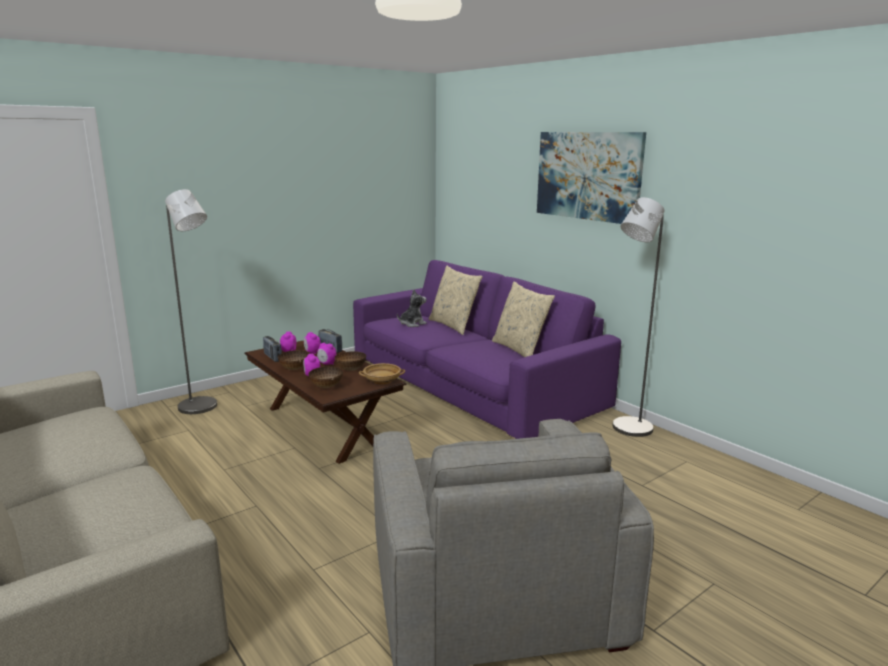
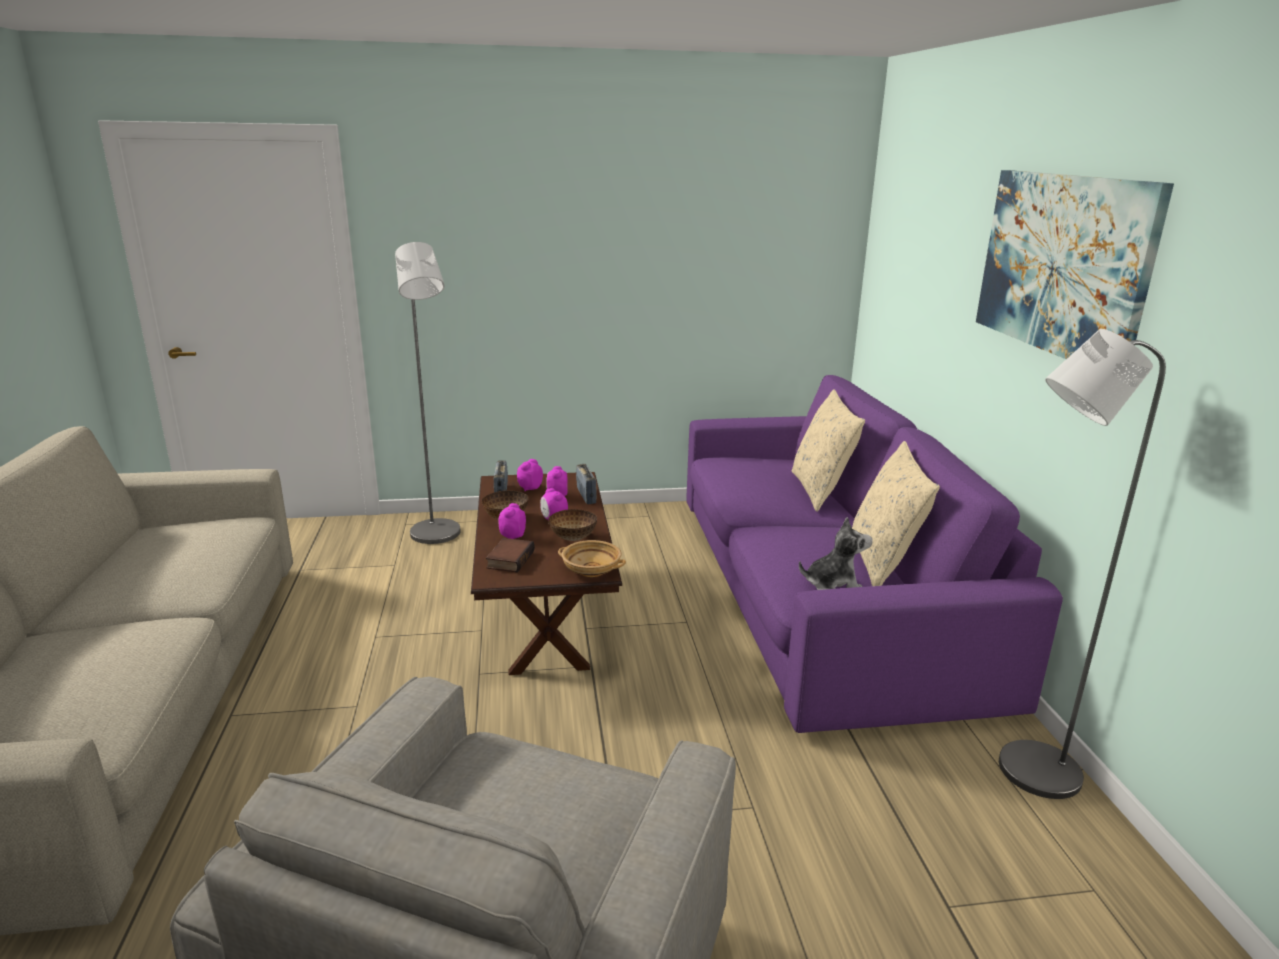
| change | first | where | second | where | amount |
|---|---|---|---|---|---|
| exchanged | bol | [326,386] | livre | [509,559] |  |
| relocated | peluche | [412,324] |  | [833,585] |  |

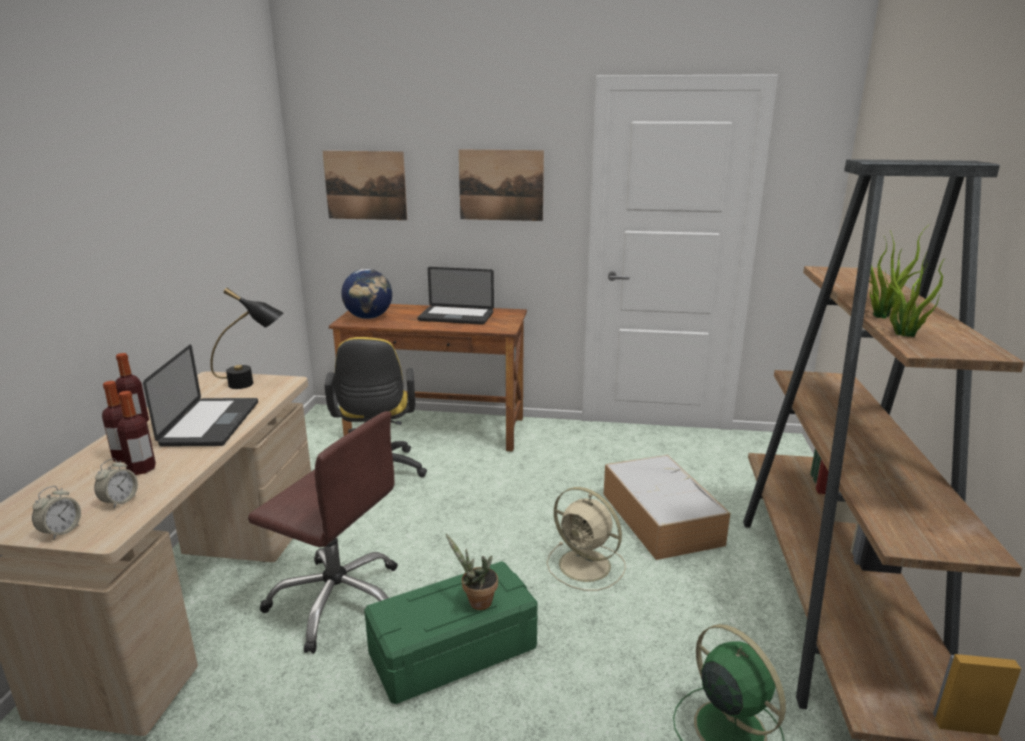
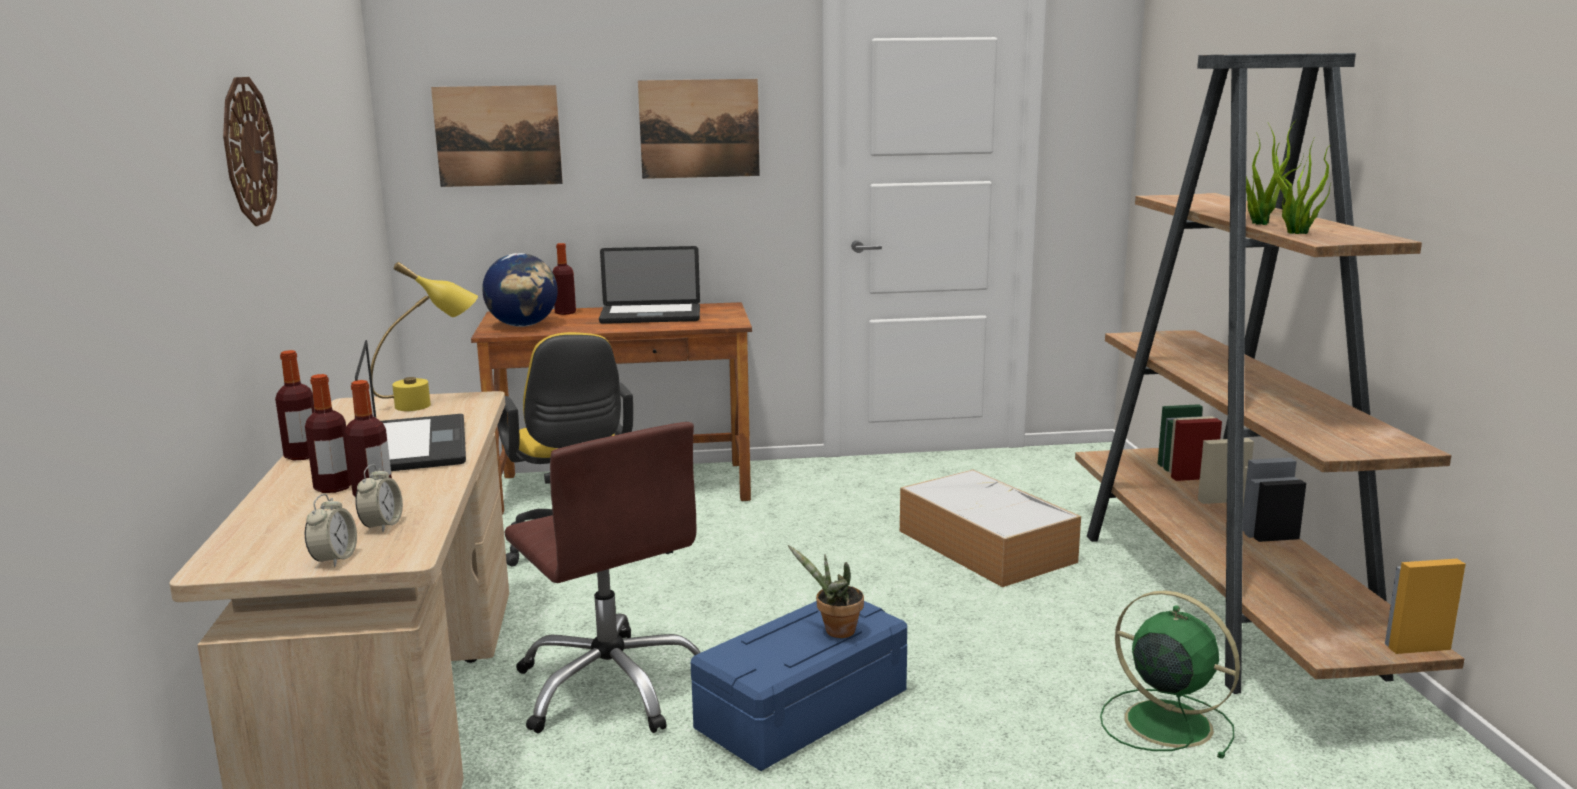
| change | first | where | second | where | amount |
|---|---|---|---|---|---|
| appeared |  |  | horloge murale | [248,151] |  |
| colour | lampe de table (noir) | [253,383] | lampe de table (jaune) | [430,404] |  |
| spun | chaise de bureau (marron) | [338,600] |  | [611,686] | 45 degrees clockwise |
| appeared |  |  | bouteille | [565,312] |  |
| colour | boîte de rangement (vert) | [453,650] | boîte de rangement (bleu) | [802,709] |  |
| missing | ventilateur (beige) | [586,566] |  |  |  |

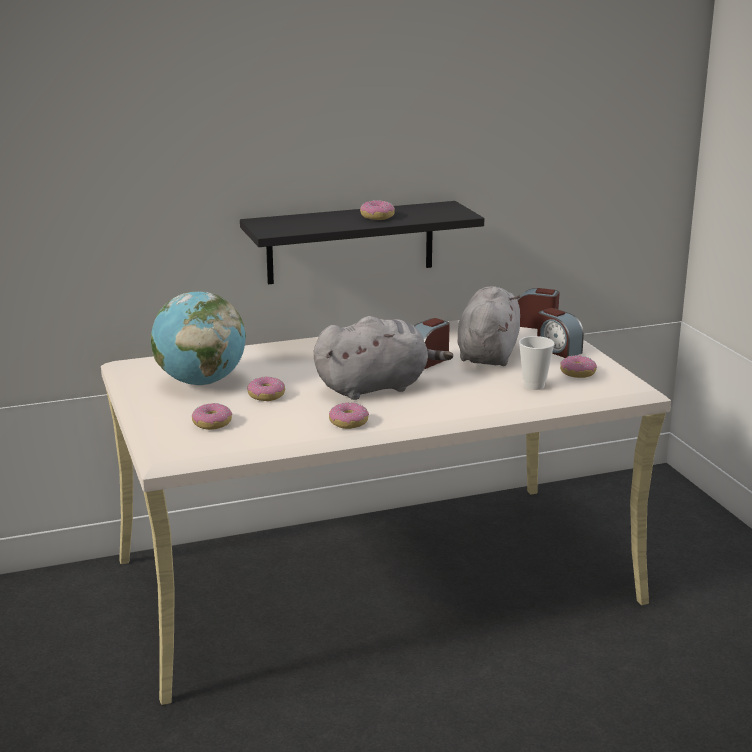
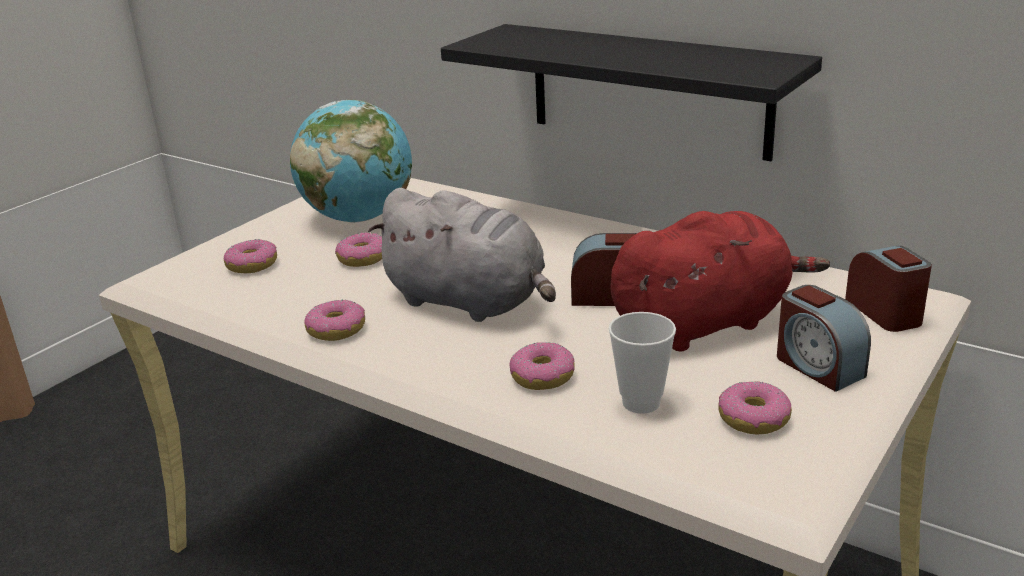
| change | first | where | second | where | amount |
|---|---|---|---|---|---|
| relocated | beignet | [377,217] |  | [542,376] |  |
| colour | peluche (gris) | [488,353] | peluche (rouge) | [705,323] |  |
| spun | réveil | [557,350] |  | [817,366] | 45 degrees counterclockwise |

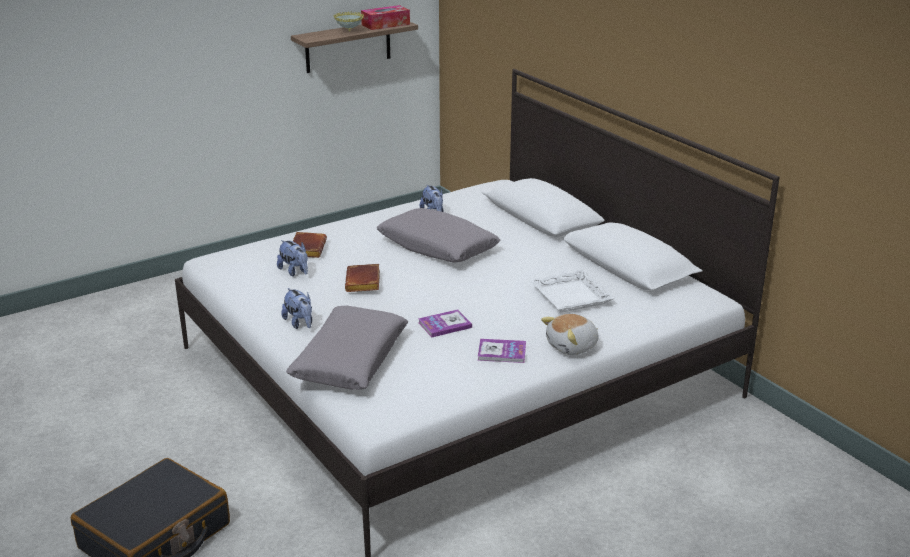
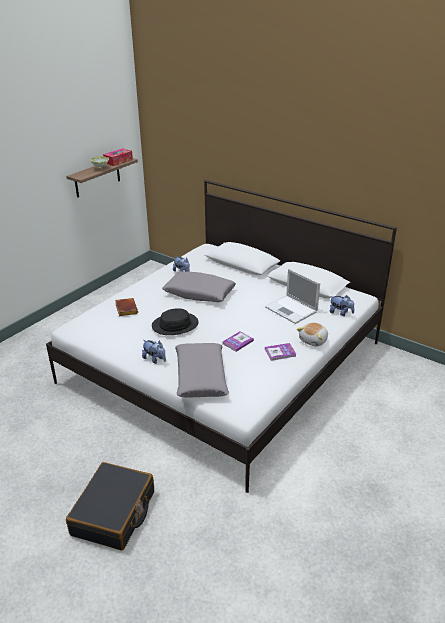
| change | first | where | second | where | amount |
|---|---|---|---|---|---|
| exchanged | livre (marron) | [364,283] | chapeau (noir) | [175,325] |  |
| exchanged | plateau (blanc) | [571,296] | ordinateur portable | [292,310] |  |
| relocated | peluche | [295,272] |  | [340,313] |  |

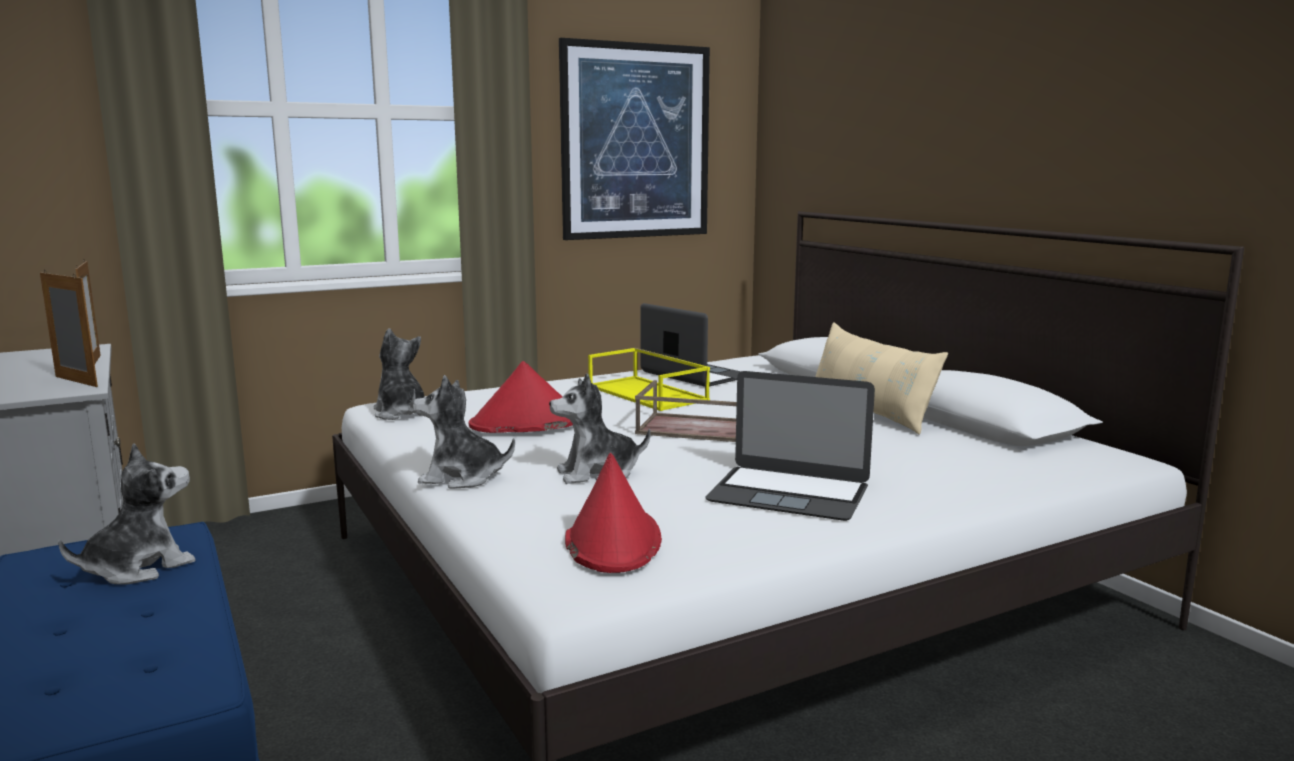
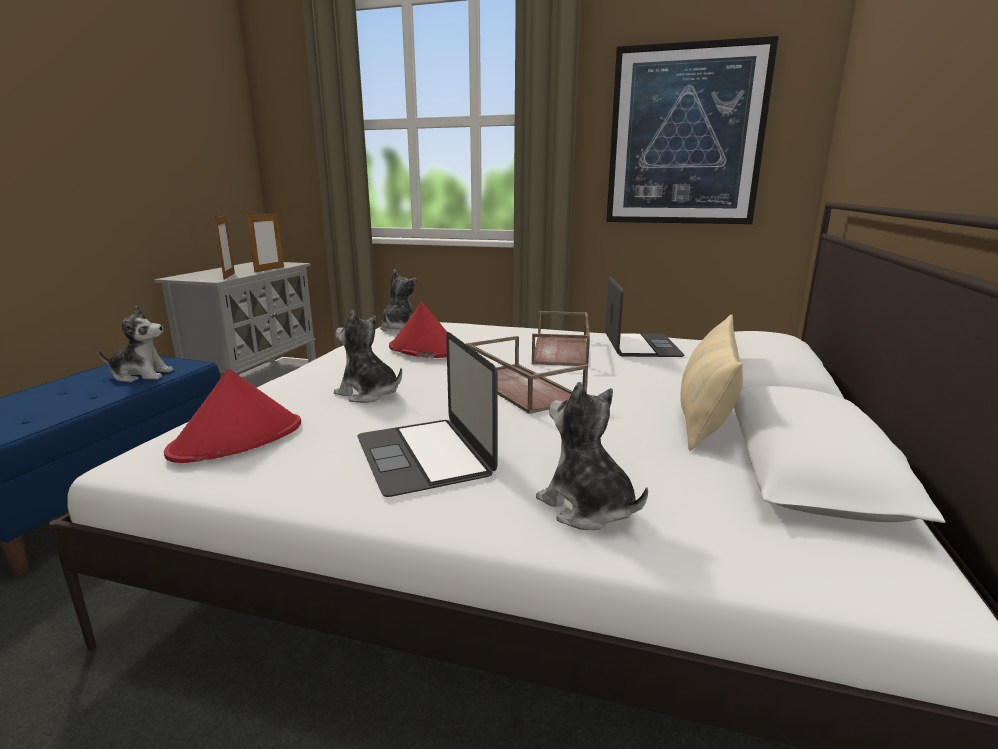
| change | first | where | second | where | amount |
|---|---|---|---|---|---|
| colour | plateau (jaune) | [649,393] | plateau (marron) | [562,350] |  |
| relocated | peluche | [461,478] |  | [587,508] |  |

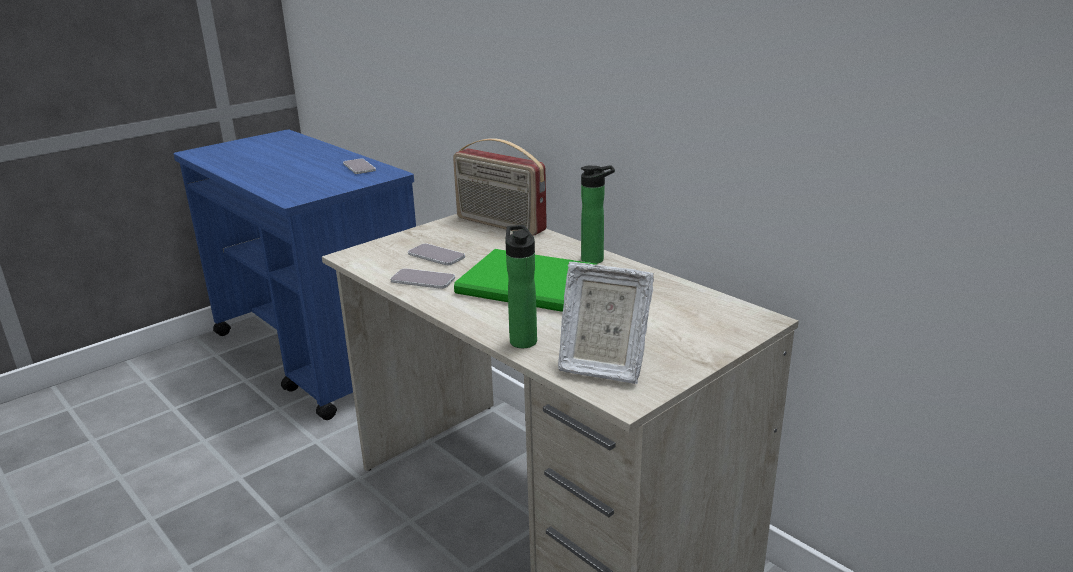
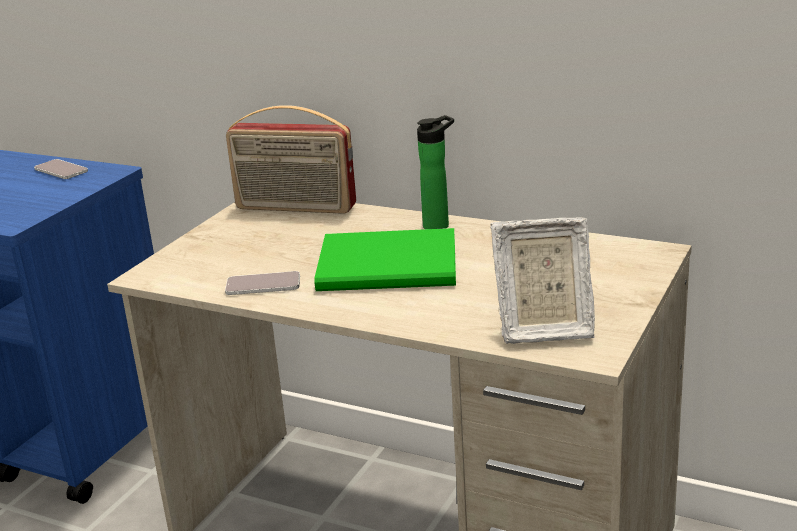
| change | first | where | second | where | amount |
|---|---|---|---|---|---|
| missing | téléphone | [436,256] |  |  |  |
| missing | bouteille | [522,339] |  |  |  |

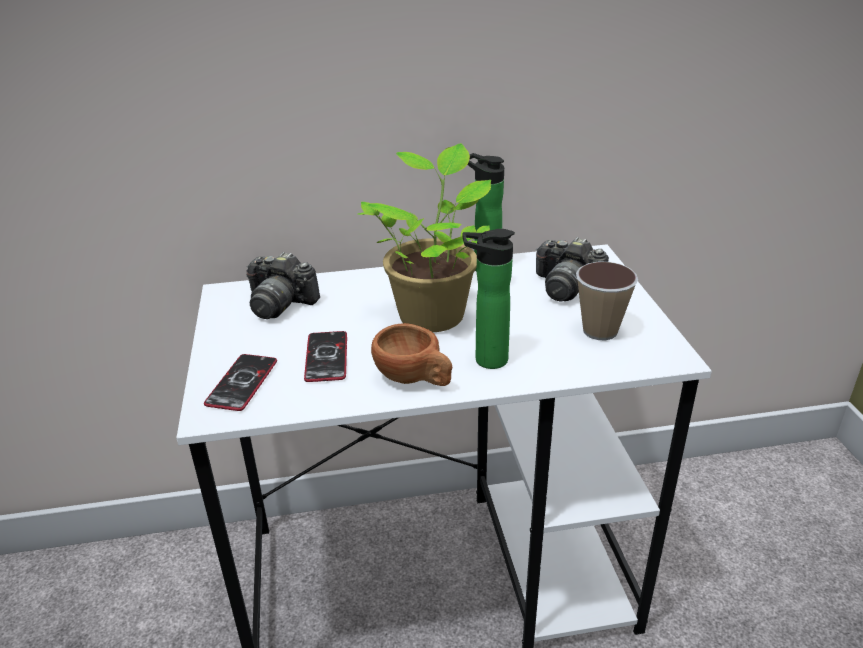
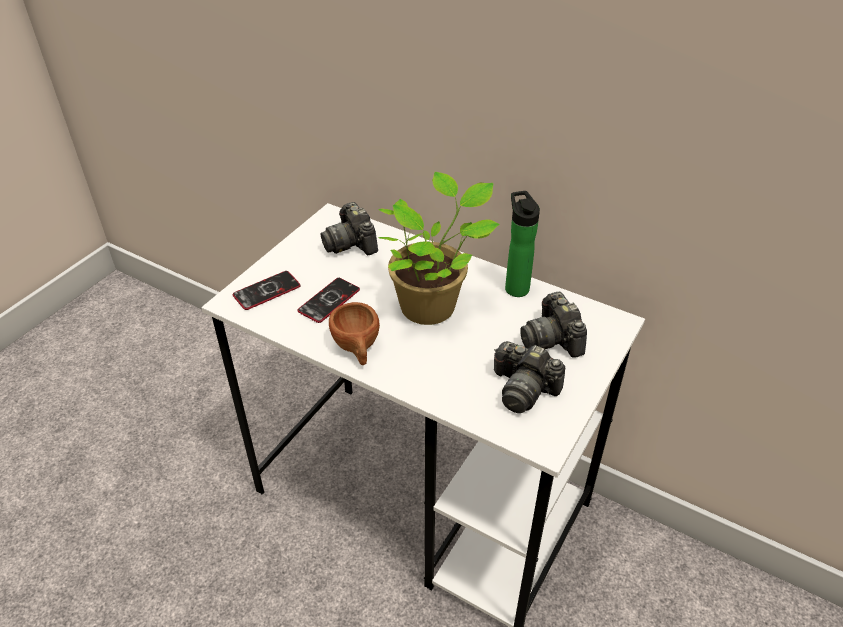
| change | first | where | second | where | amount |
|---|---|---|---|---|---|
| exchanged | tasse | [600,331] | appareil photo | [523,389] |  |
| missing | bouteille | [486,360] |  |  |  |

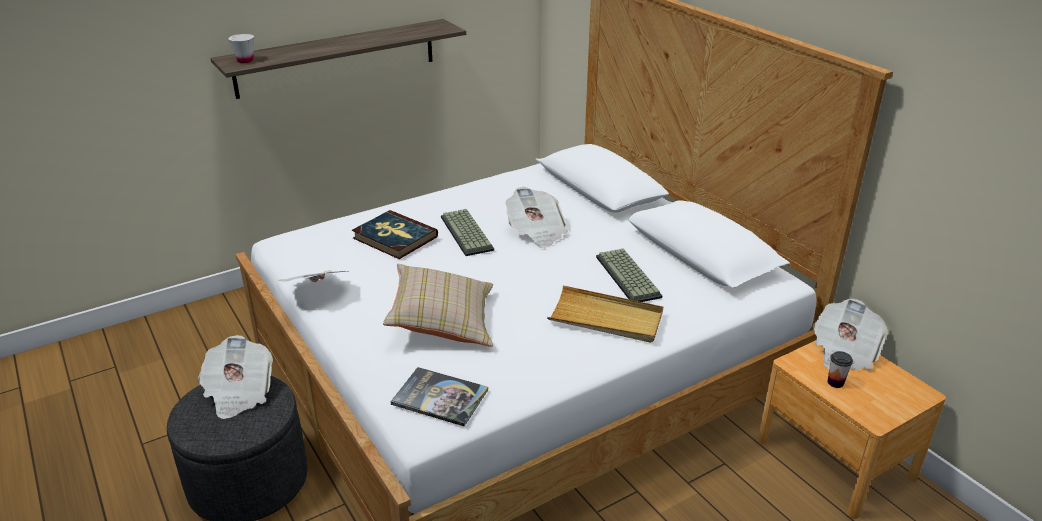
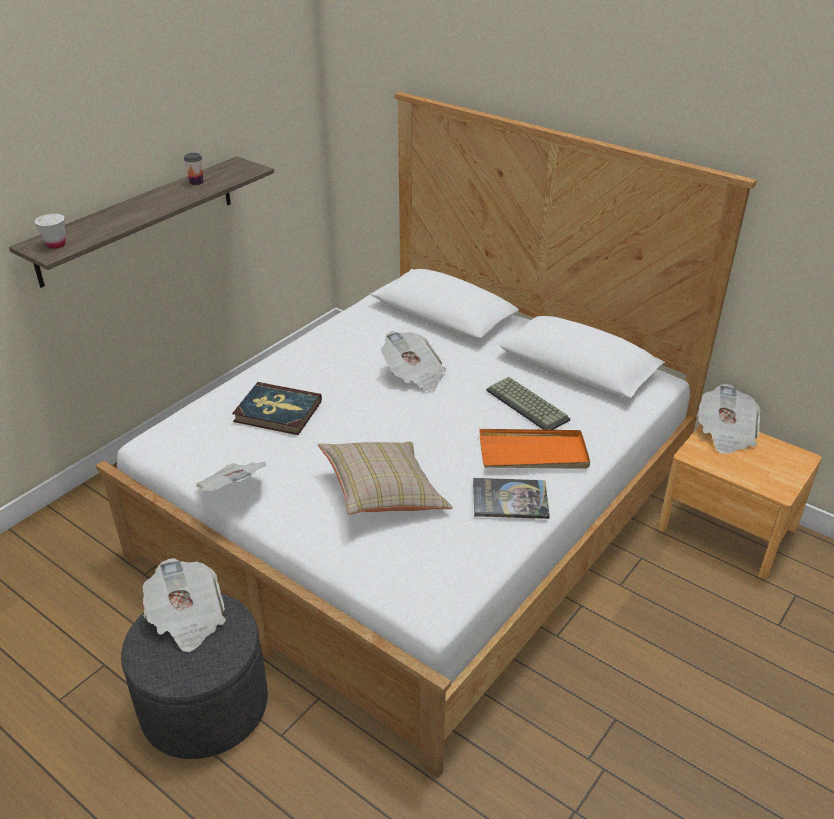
| change | first | where | second | where | amount |
|---|---|---|---|---|---|
| relocated | tasse | [835,382] |  | [196,182] |  |
| relocated | livre | [440,397] |  | [510,499] |  |
| colour | plateau (beige) | [606,318] | plateau (orange) | [533,453] |  |
| missing | clavier | [468,233] |  |  |  |

